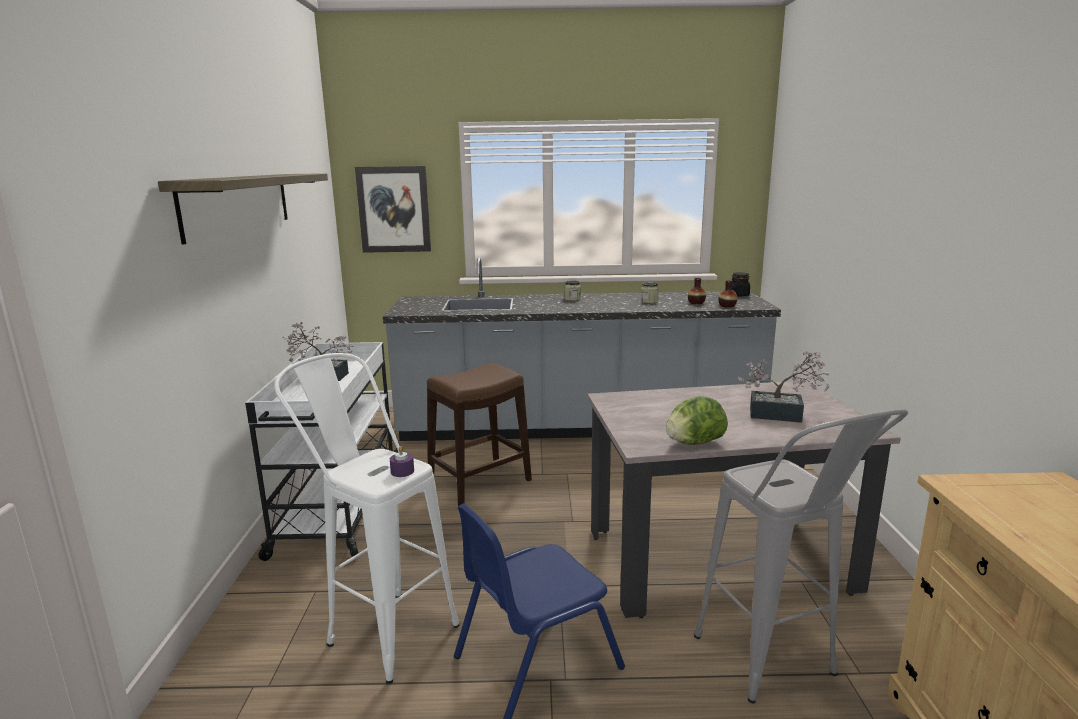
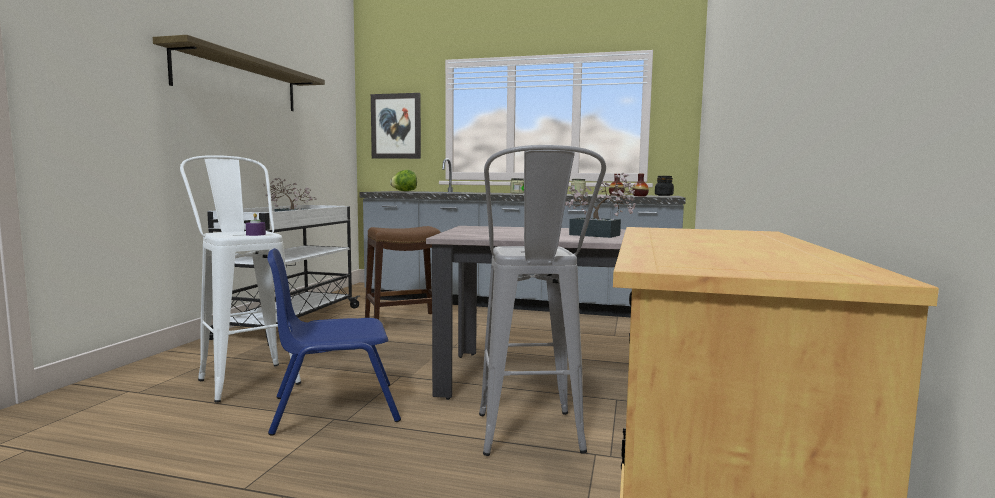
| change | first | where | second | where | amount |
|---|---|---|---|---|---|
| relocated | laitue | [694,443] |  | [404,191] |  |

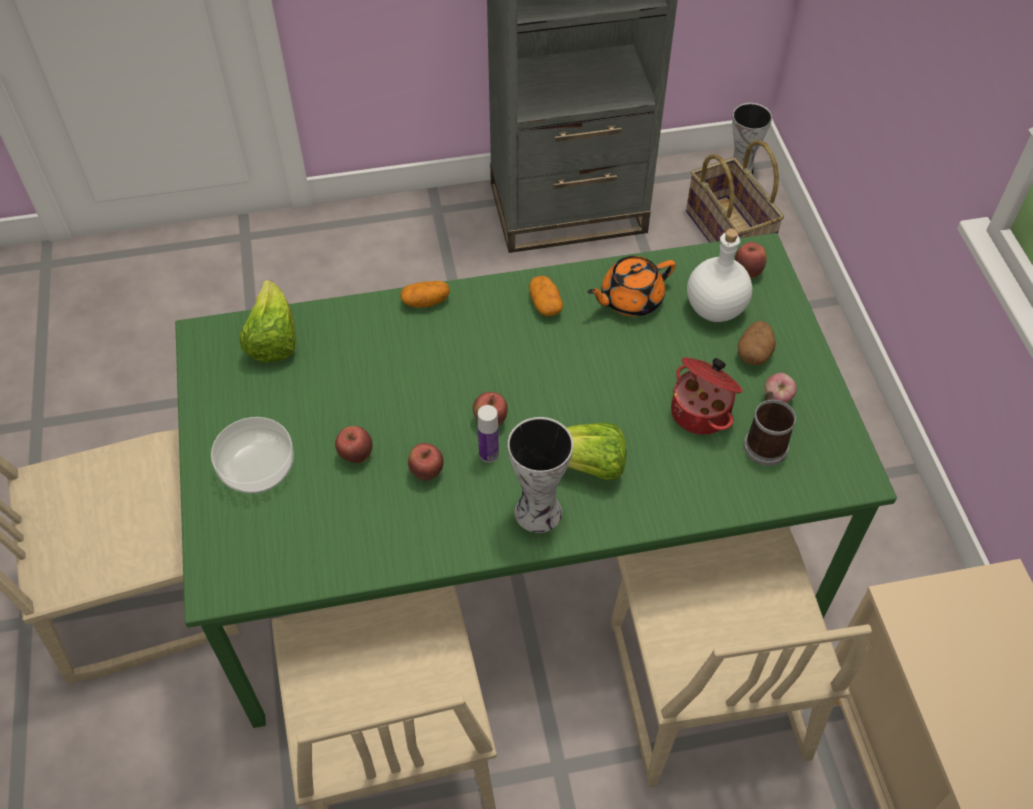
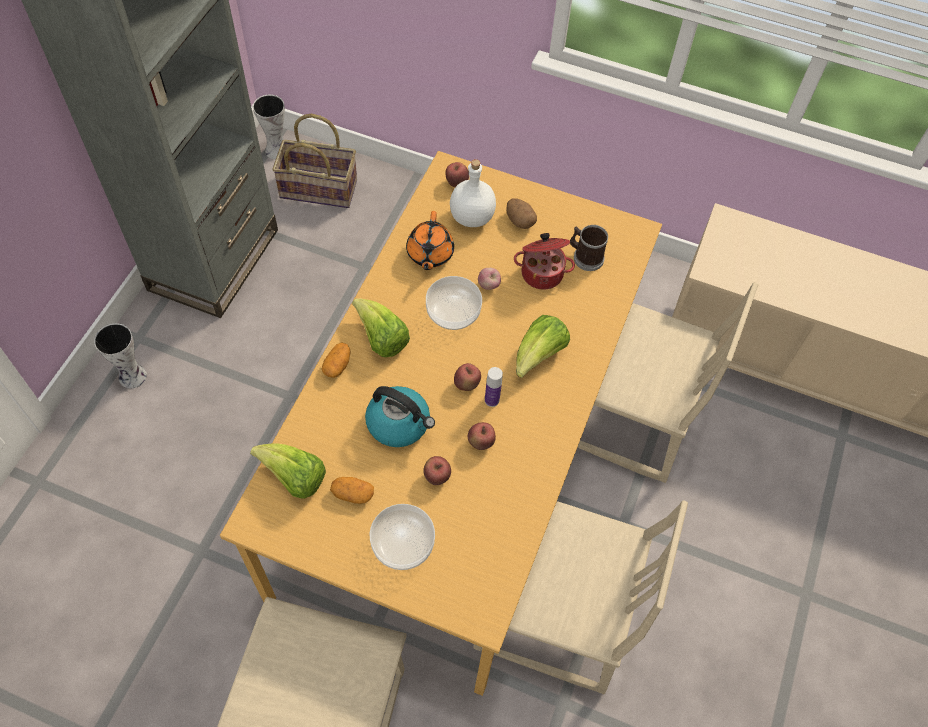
| change | first | where | second | where | amount |
|---|---|---|---|---|---|
| relocated | vase | [538,514] |  | [133,377] |  |
| colour | table à manger (vert) | [515,545] | table à manger (orange) | [459,457] |  |
| relocated | pomme de terre | [545,304] |  | [353,494] |  |
| appeared |  |  | laitue | [381,338] |  |
| appeared |  |  | bouilloire | [399,423] |  |
| appeared |  |  | bol | [454,312] |  |
| relocated | pomme | [777,398] |  | [488,285] |  |

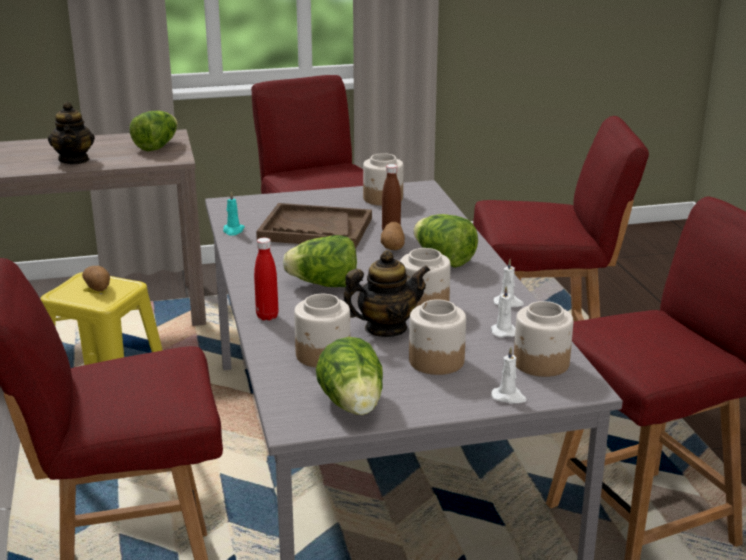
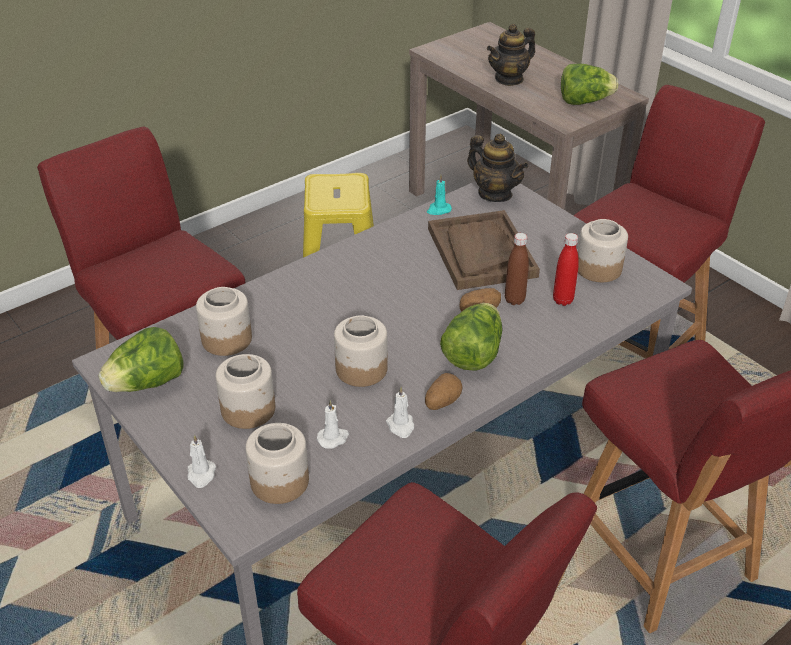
| change | first | where | second | where | amount |
|---|---|---|---|---|---|
| relocated | pomme de terre | [98,288] |  | [442,402] |  |
| relocated | théière | [385,329] |  | [495,194] |  |
| relocated | bouteille (rouge) | [267,316] |  | [562,300] |  |
| missing | laitue | [324,285] |  |  |  |

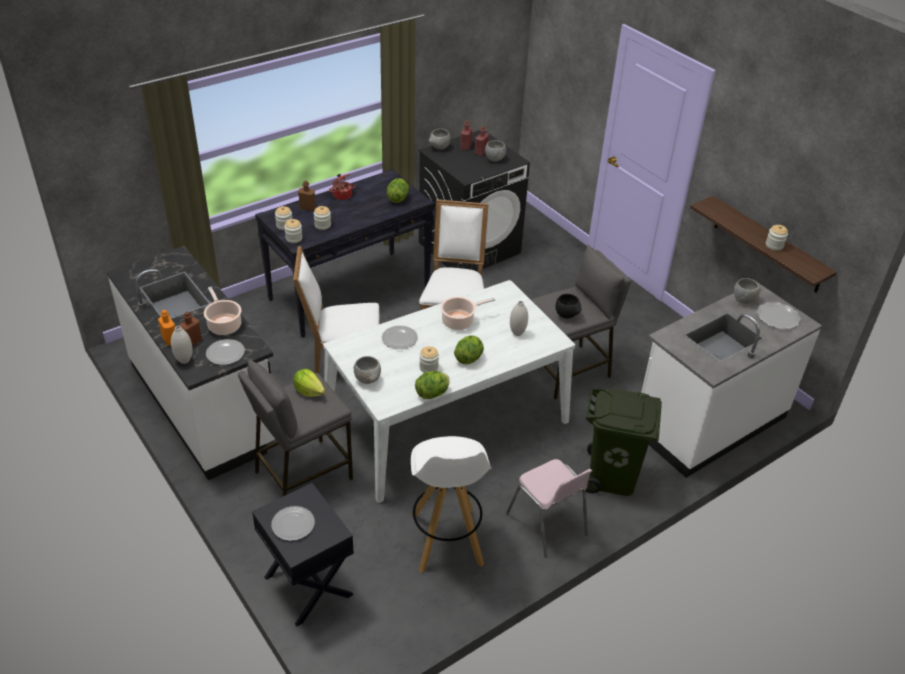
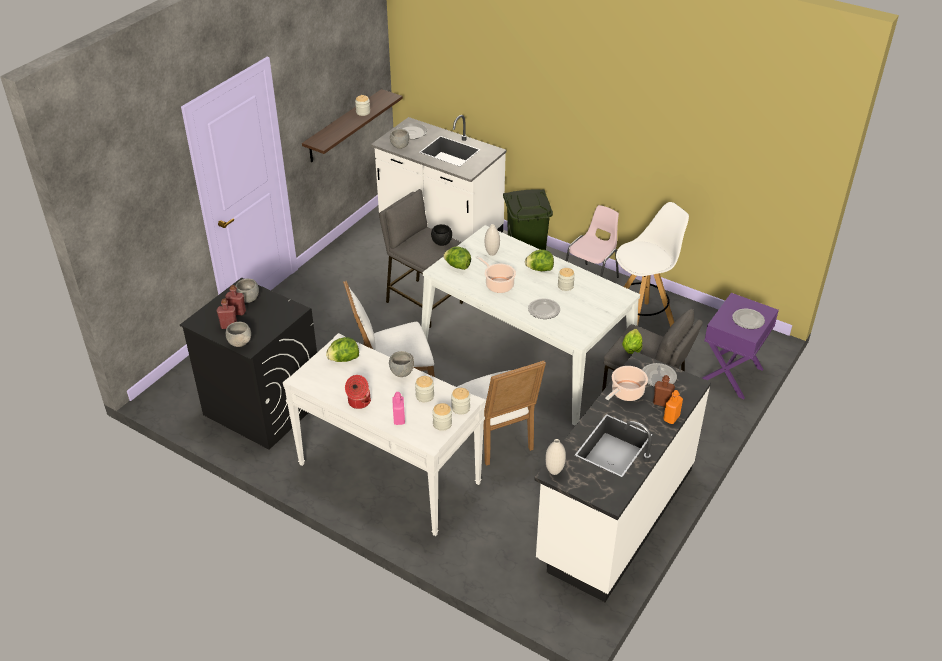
| change | first | where | second | where | amount |
|---|---|---|---|---|---|
| colour | table console (noir) | [350,292] | table console (blanc) | [388,473] |  |
| relocated | bol (gris) | [367,380] |  | [402,373] |  |
| colour | bouteille (marron) | [307,208] | bouteille (rose) | [399,419] |  |
| relocated | laitue | [432,393] |  | [457,266] |  |
| relocated | vase (blanc) | [184,360] |  | [554,471] |  |
| colour | table de chevet (noir) | [307,586] | table de chevet (violet) | [731,375] |  |

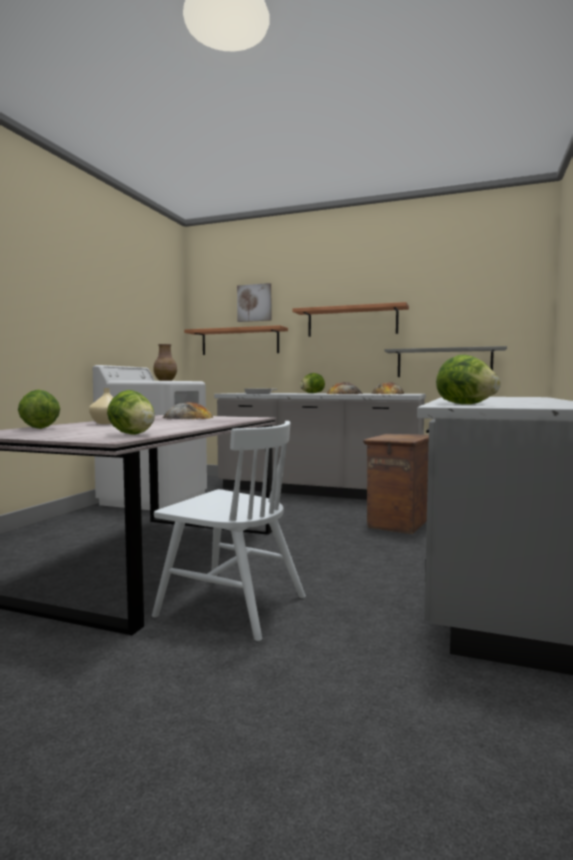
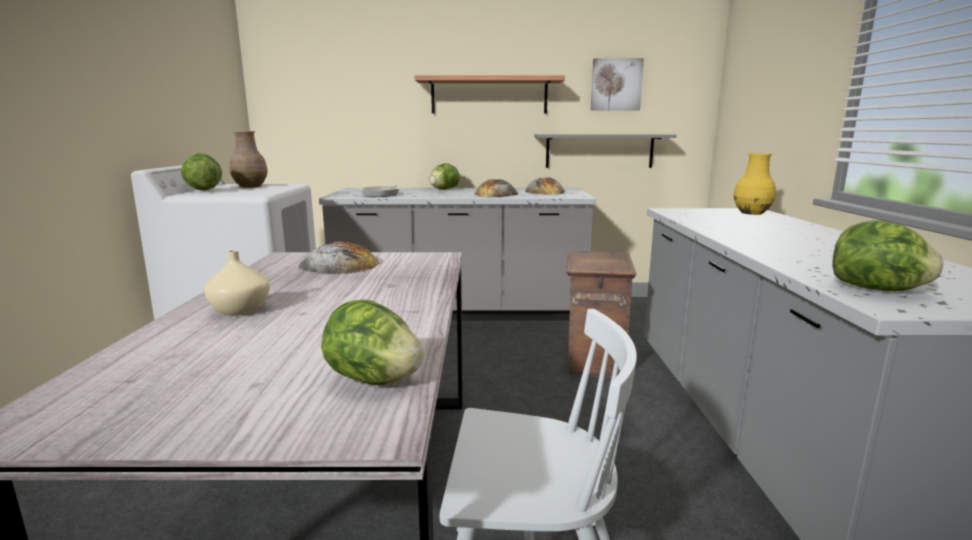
| change | first | where | second | where | amount |
|---|---|---|---|---|---|
| relocated | laitue | [39,428] |  | [202,190] |  |
| relocated | tableau | [254,303] |  | [616,85] |  |
| appeared |  |  | vase (jaune) | [751,213] |  |
| missing | étagère | [240,341] |  |  |  |

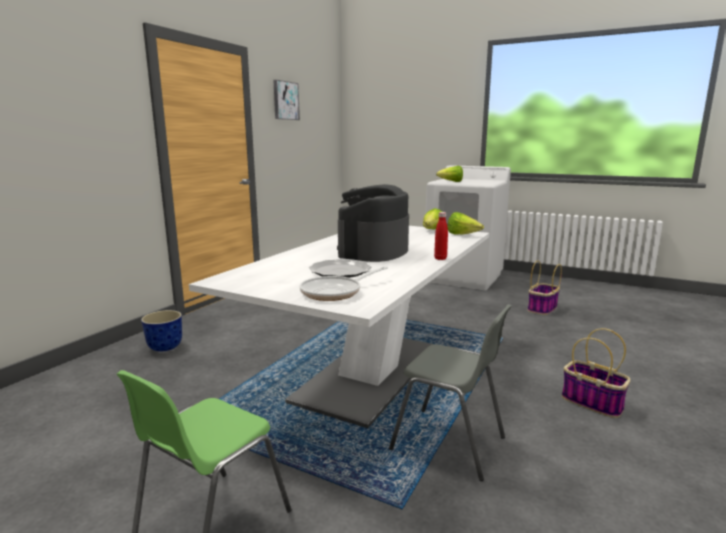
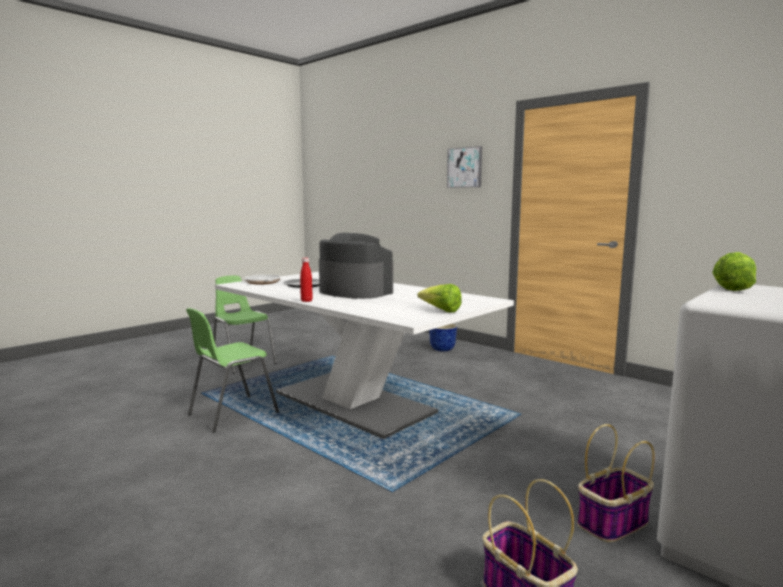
| change | first | where | second | where | amount |
|---|---|---|---|---|---|
| colour | chaise (gris) | [449,443] | chaise (vert) | [232,413] |  |
| relocated | tableau | [285,100] |  | [465,167] |  |
| relocated | panier | [593,403] |  | [612,523] |  |
| missing | laitue | [462,235] |  |  |  |

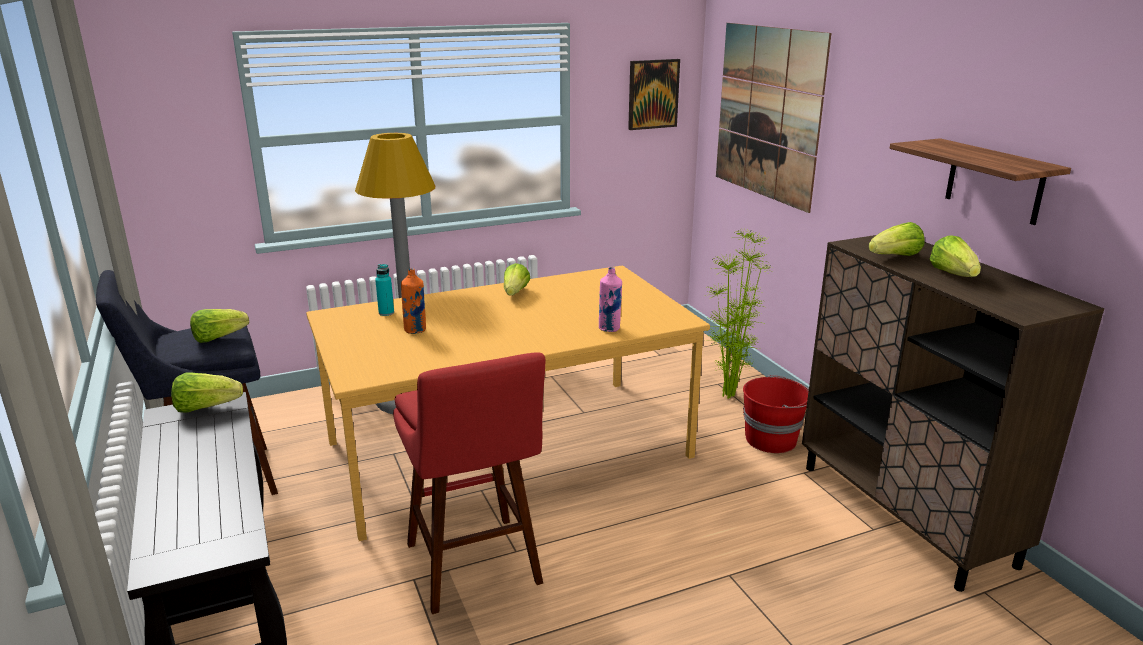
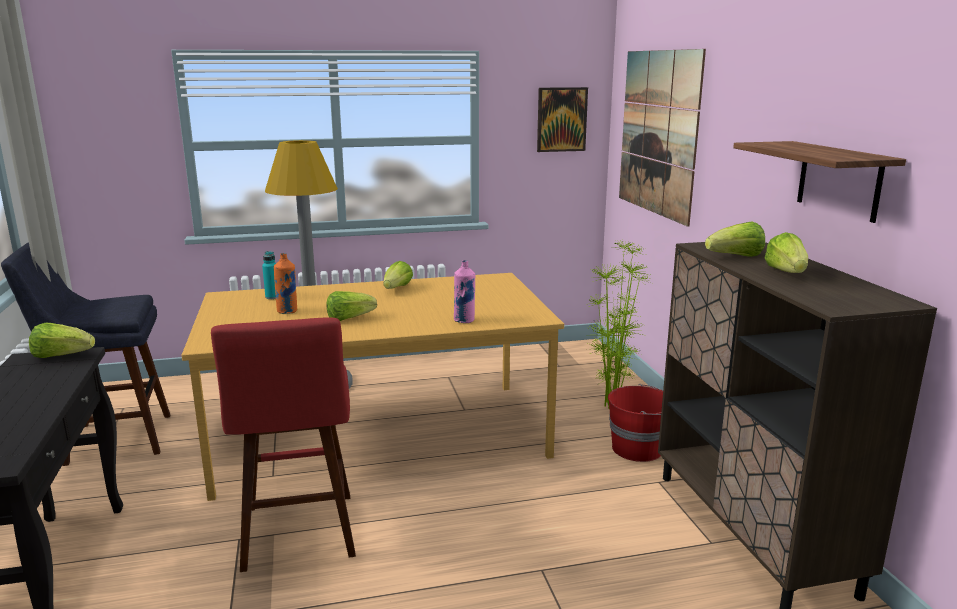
| change | first | where | second | where | amount |
|---|---|---|---|---|---|
| relocated | laitue | [218,338] |  | [349,318] |  |

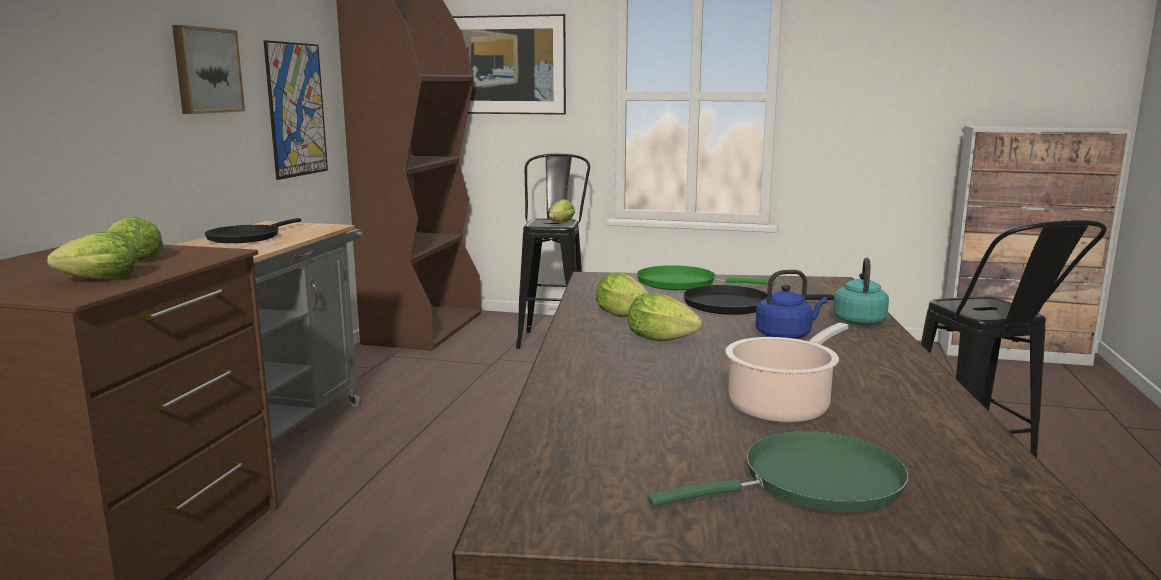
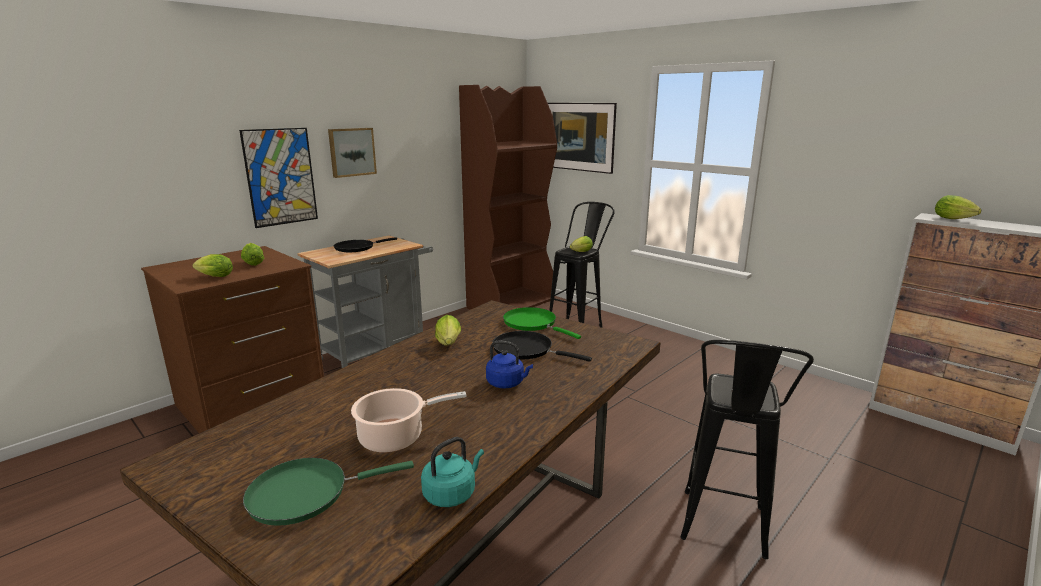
| change | first | where | second | where | amount |
|---|---|---|---|---|---|
| relocated | tableau | [296,110] |  | [280,177] |  |
| spun | poêle (vert) | [812,483] |  | [306,494] | 150 degrees clockwise |
| relocated | bouilloire (turquoise) | [859,320] |  | [451,493] |  |
| relocated | laitue | [665,340] |  | [955,219] |  |

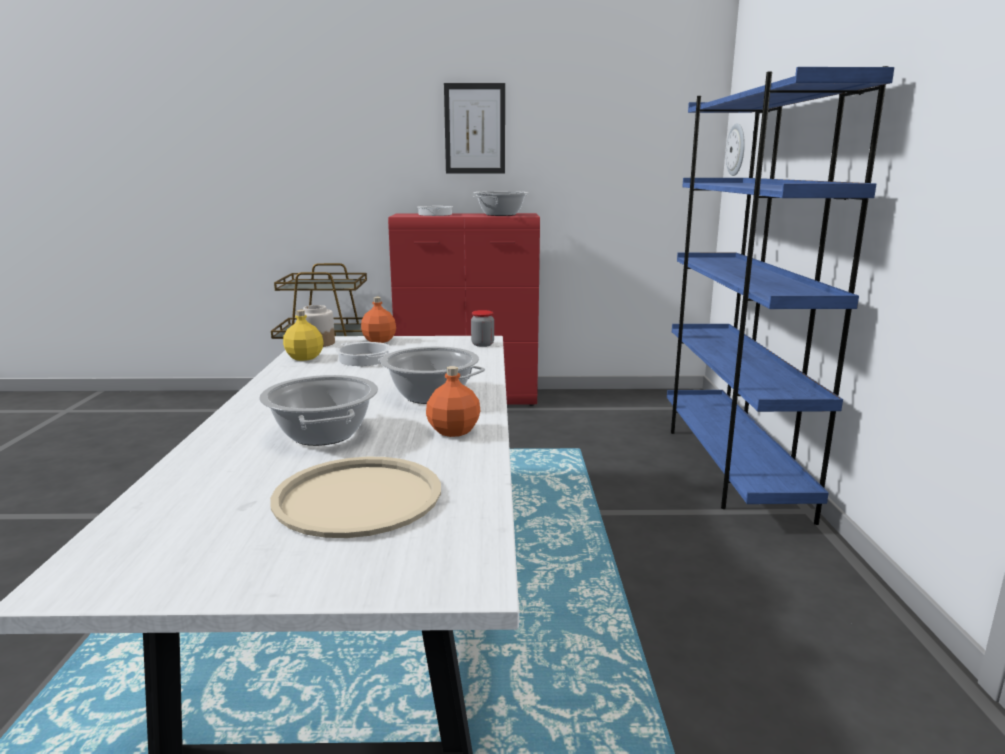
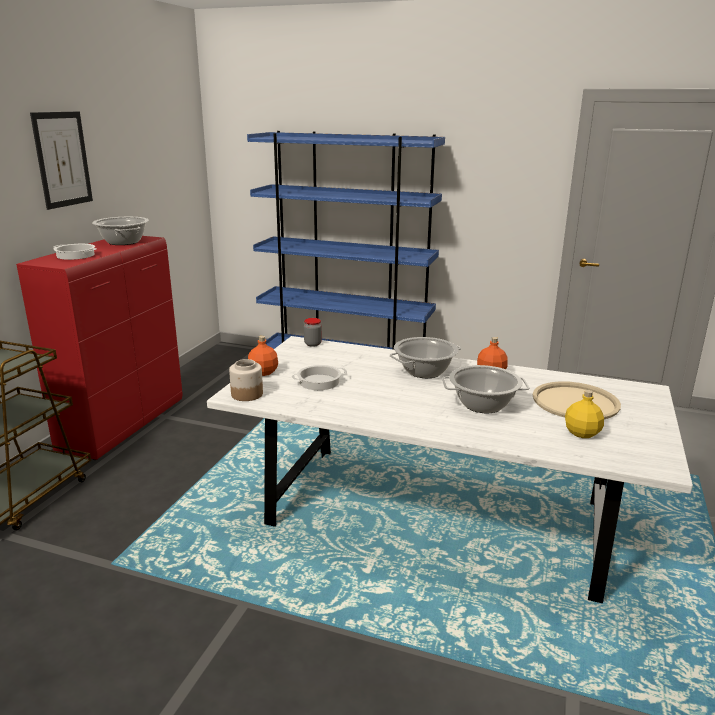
| change | first | where | second | where | amount |
|---|---|---|---|---|---|
| relocated | bouteille (jaune) | [305,357] |  | [582,433] |  |
| missing | horloge murale | [736,149] |  |  |  |

